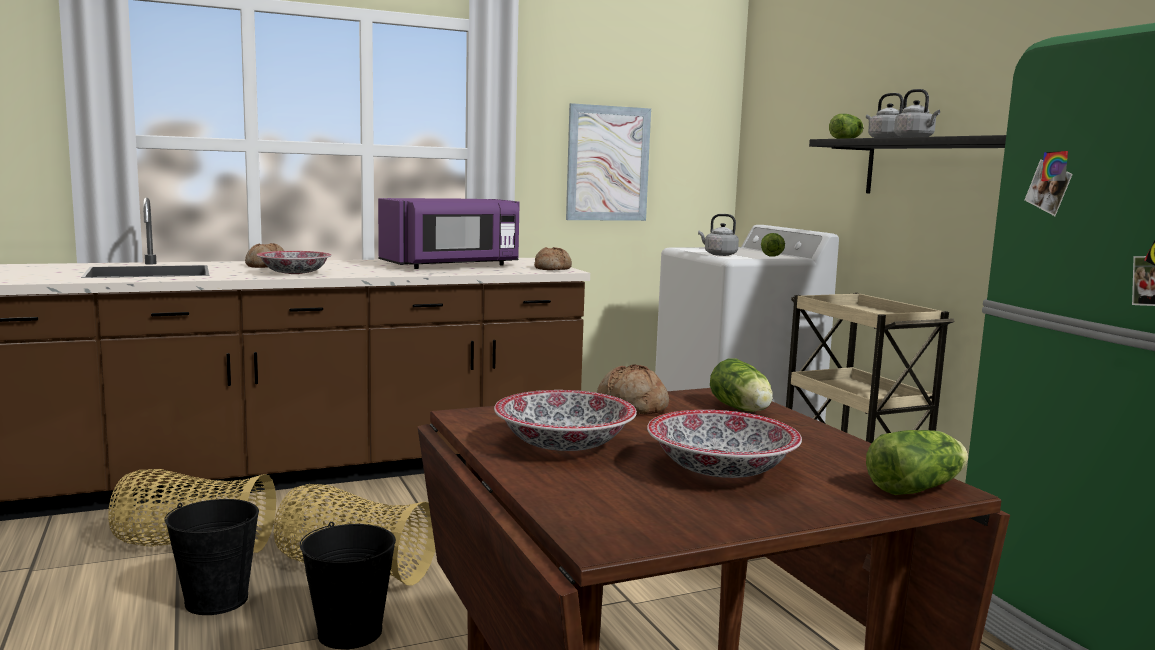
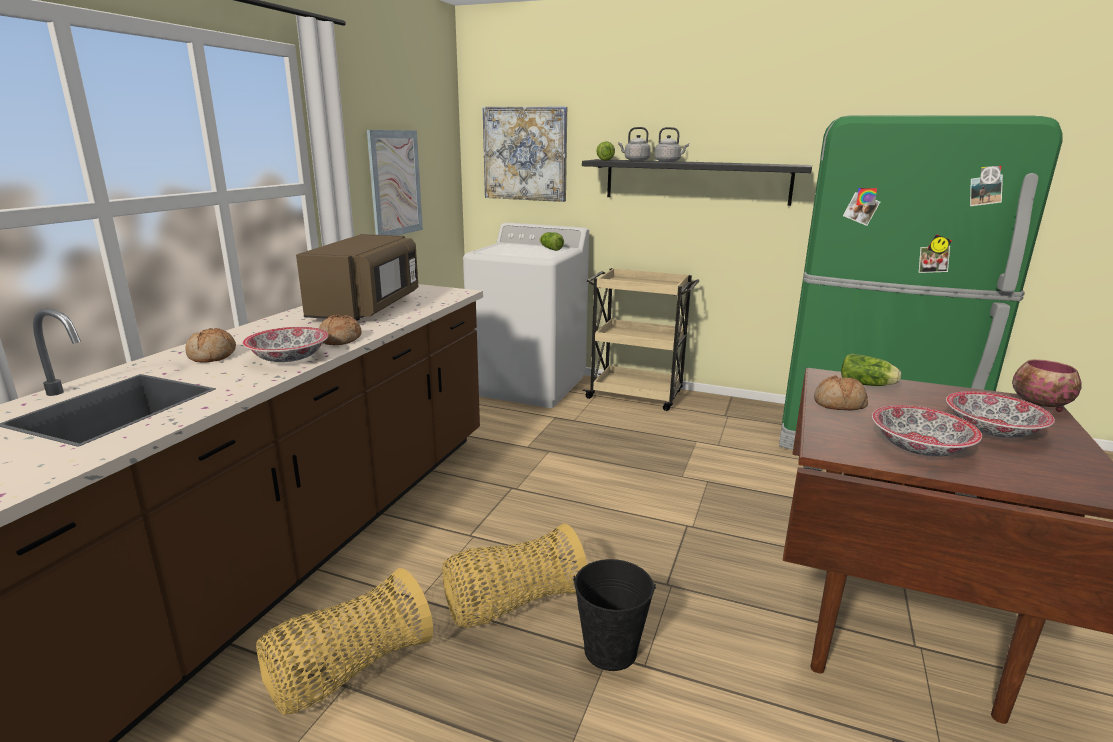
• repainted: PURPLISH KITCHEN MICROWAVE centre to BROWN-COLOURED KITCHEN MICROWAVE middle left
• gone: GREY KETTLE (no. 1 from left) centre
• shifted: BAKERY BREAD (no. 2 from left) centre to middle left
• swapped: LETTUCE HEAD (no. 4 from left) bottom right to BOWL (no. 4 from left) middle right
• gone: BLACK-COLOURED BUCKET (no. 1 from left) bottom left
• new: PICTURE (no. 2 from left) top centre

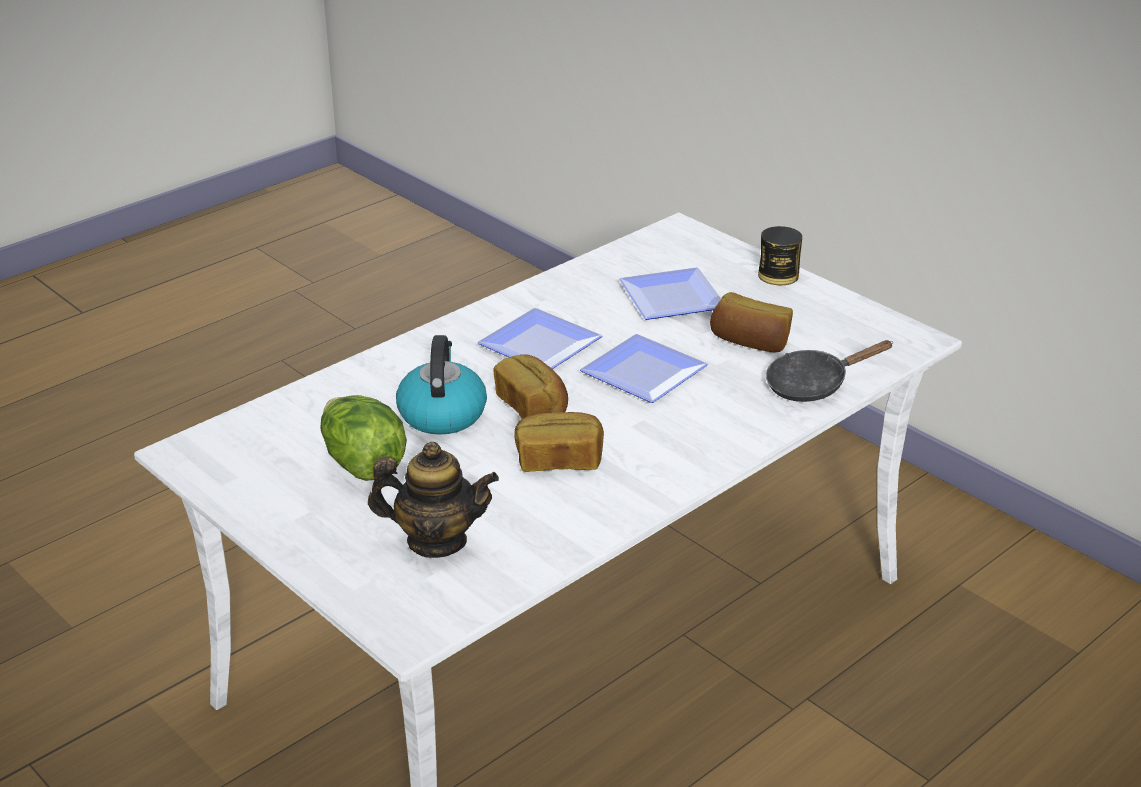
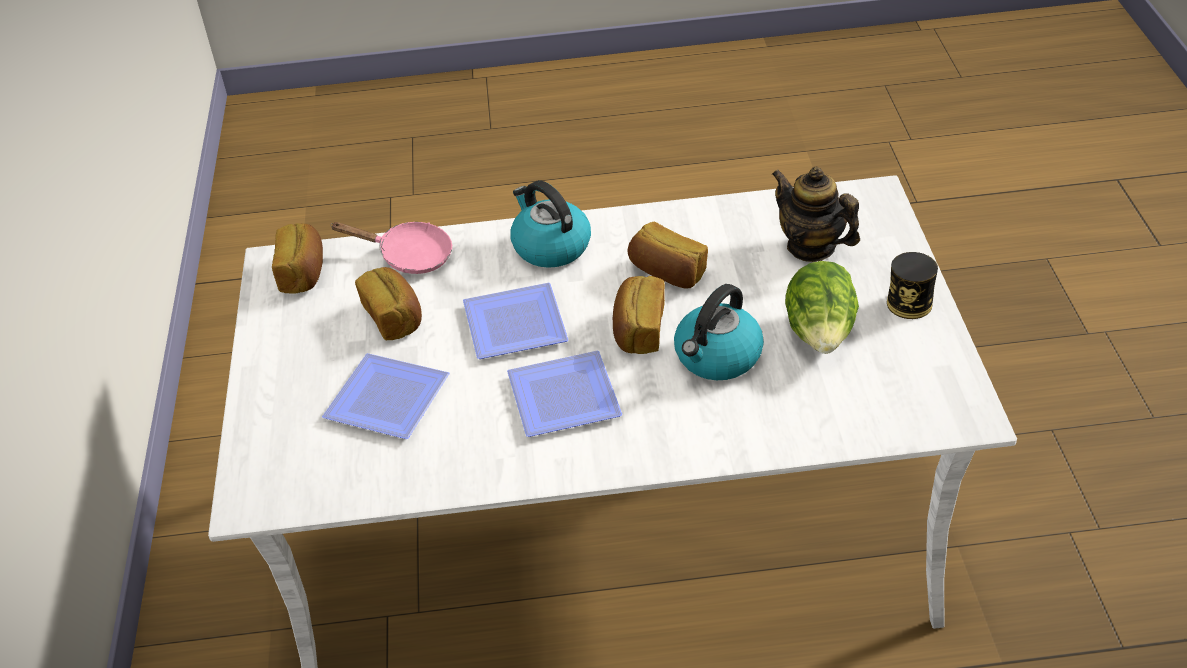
• shifted: SEALED CAN top right to middle right
• repainted: BLACK-COLOURED PAN middle right to PINKISH PAN middle left
• new: KETTLE (no. 1 from left) centre
• new: BAKERY BREAD (no. 1 from left) middle left

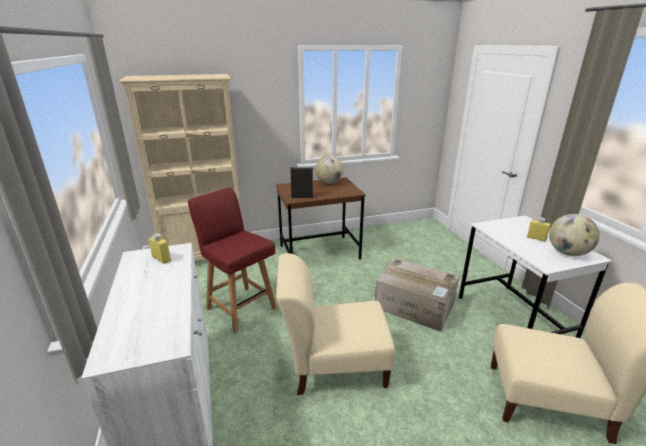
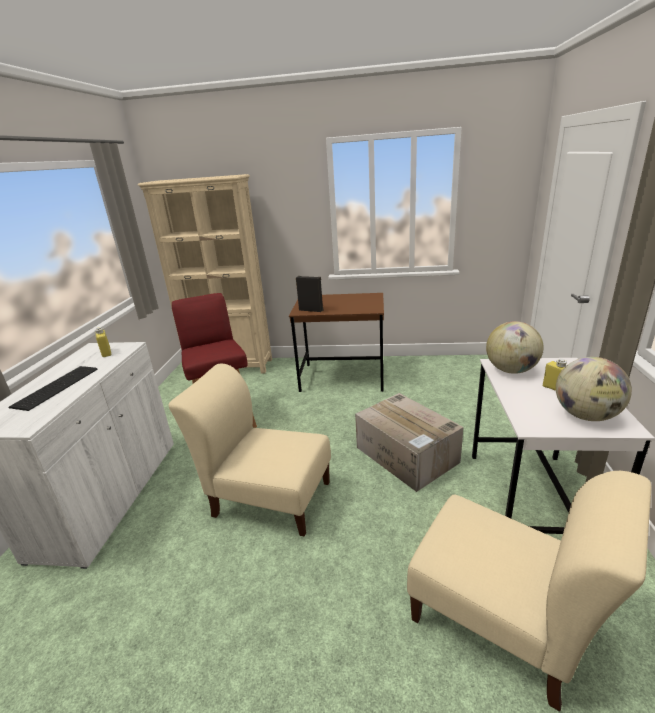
• shifted: GLOBE (no. 1 from left) centre to middle right
• new: KEYBOARD middle left

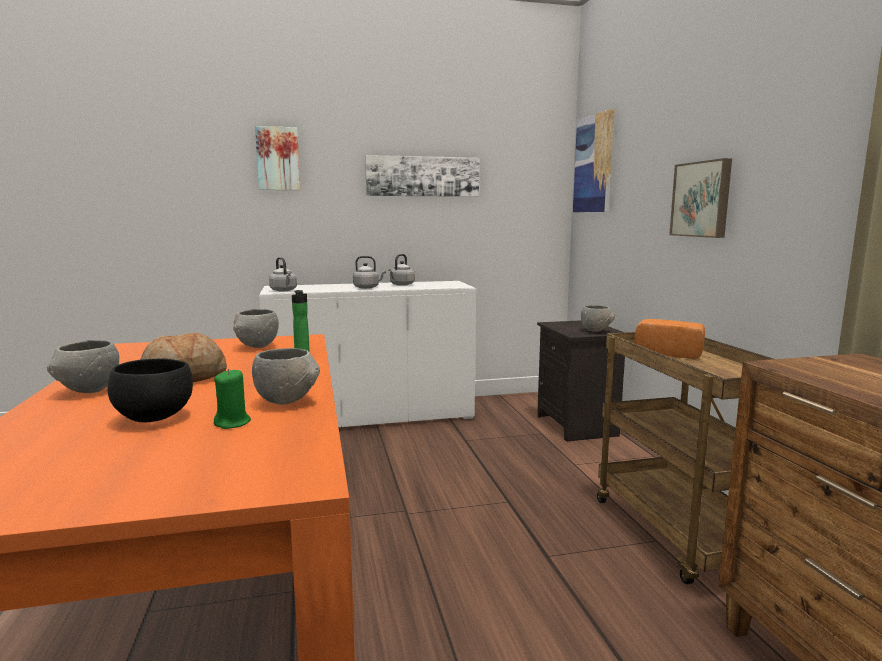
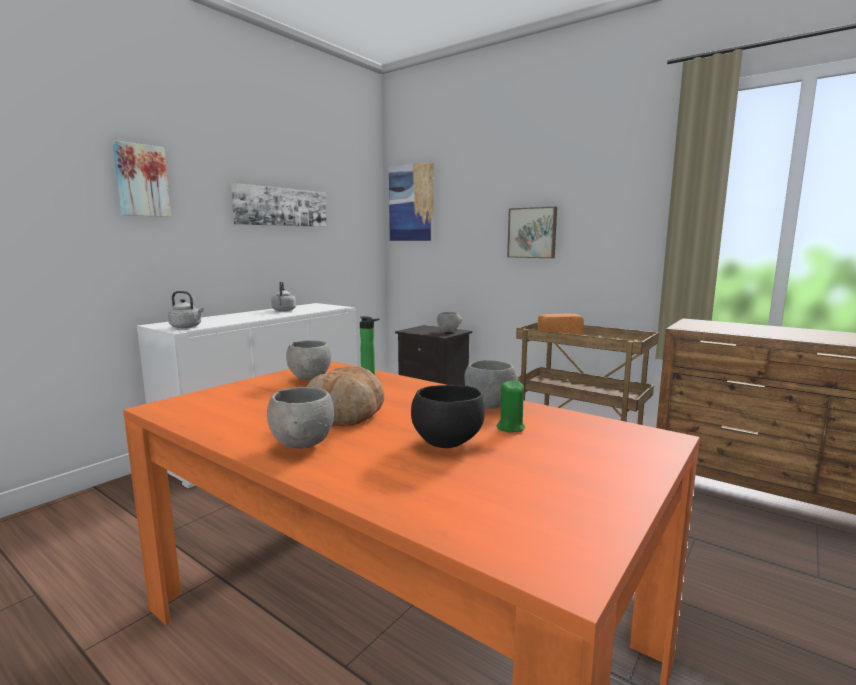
• gone: GREY KETTLE (no. 2 from left) centre

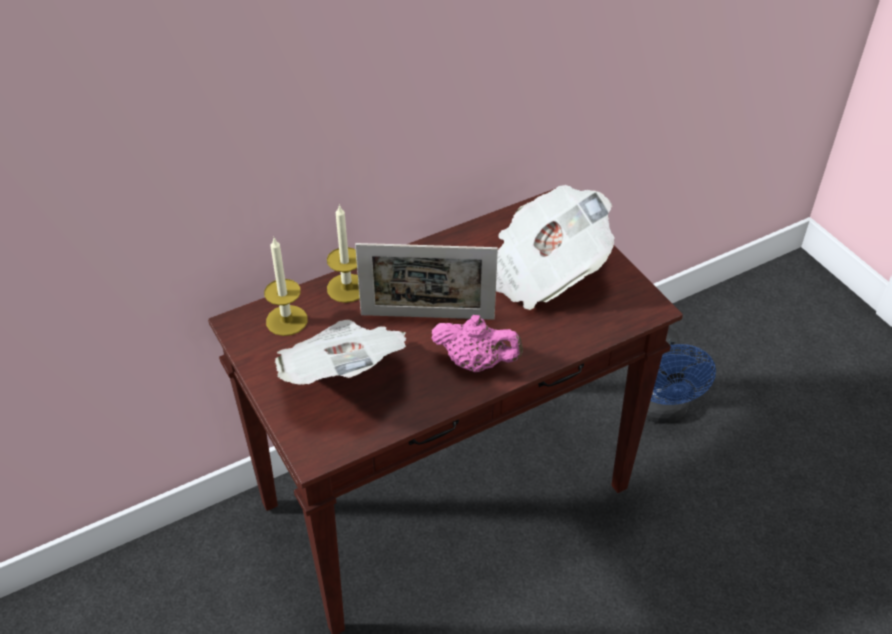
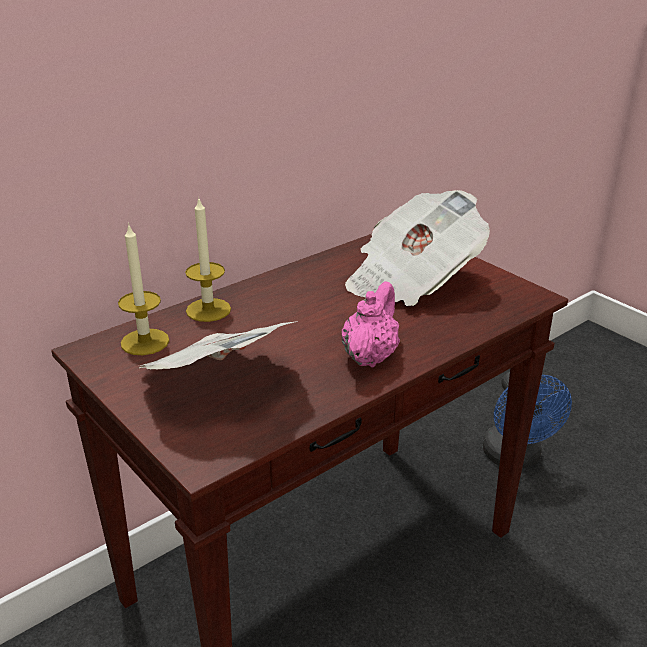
• gone: PHOTO FRAME centre
• rotated: PINKISH POT FOR TEA centre = centre 75 degrees counterclockwise

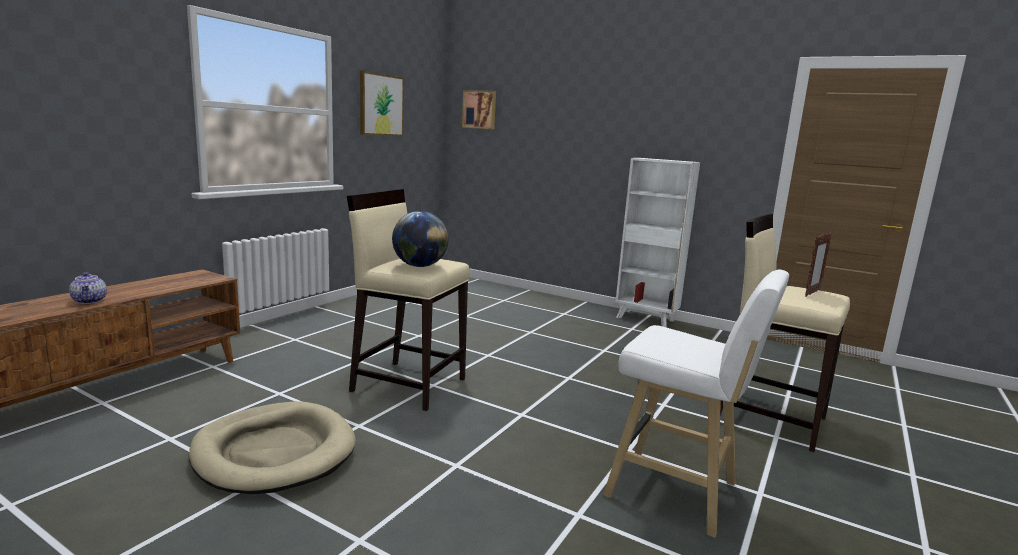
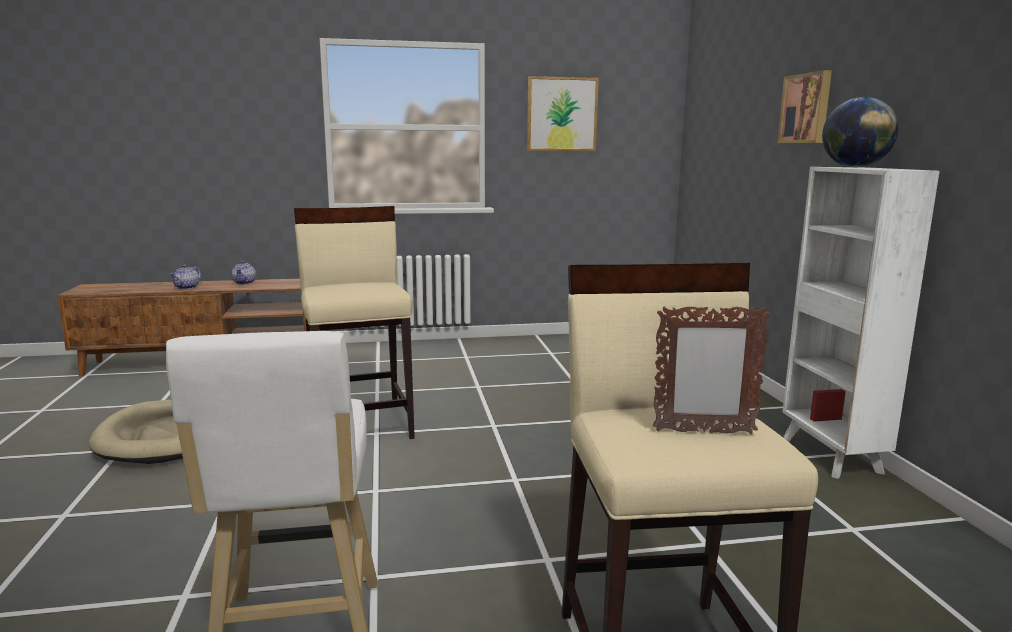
• shifted: PICTURE (no. 2 from left) top centre to top right
• shifted: GLOBE centre to top right
• new: POT FOR TEA (no. 2 from left) middle left

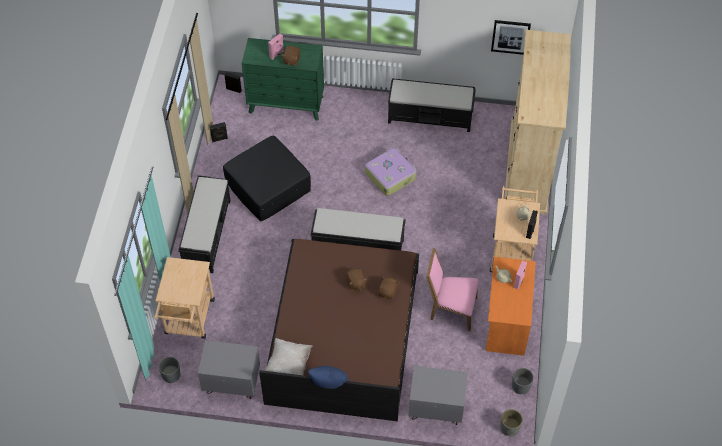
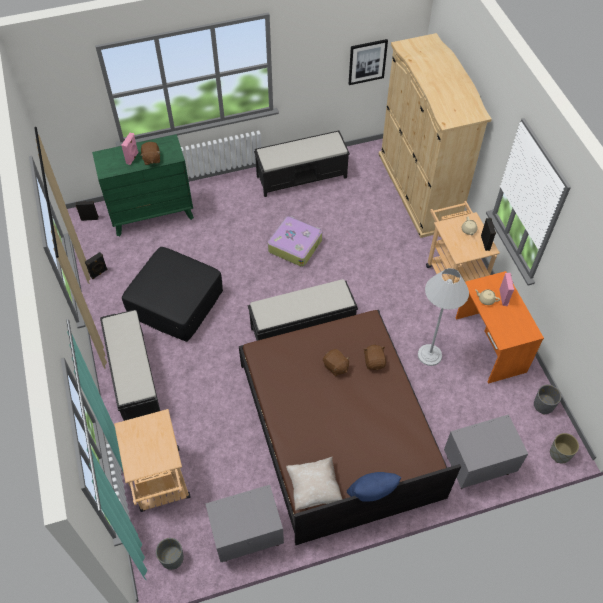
• swapped: PINKISH CHAIR centre to WHITE-COLOURED FLOOR LAMP middle right

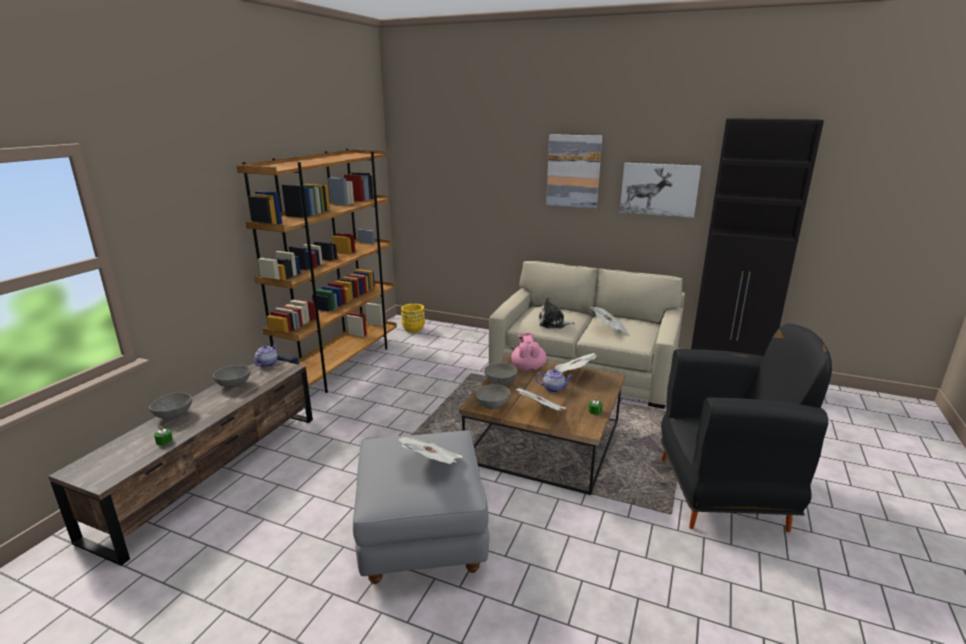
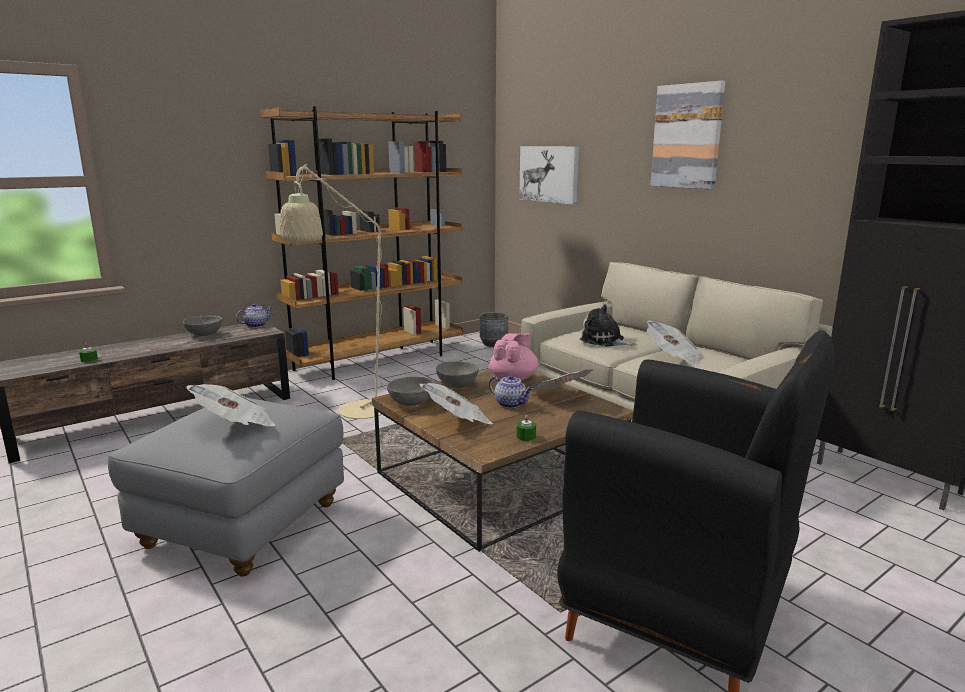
• shifted: PICTURE (no. 2 from left in the first image) top right to PICTURE (no. 1 from left) top centre
• repainted: YELLOWISH PLANT POT centre to GREY PLANT POT centre
• gone: GREY BOWL (no. 1 from left) middle left
• new: SAND-COLOURED FLOOR LAMP centre

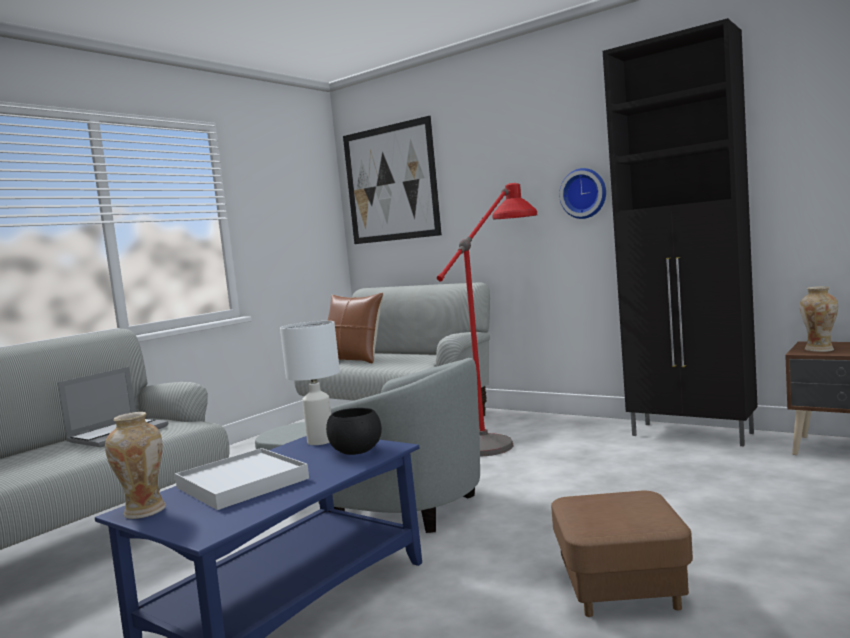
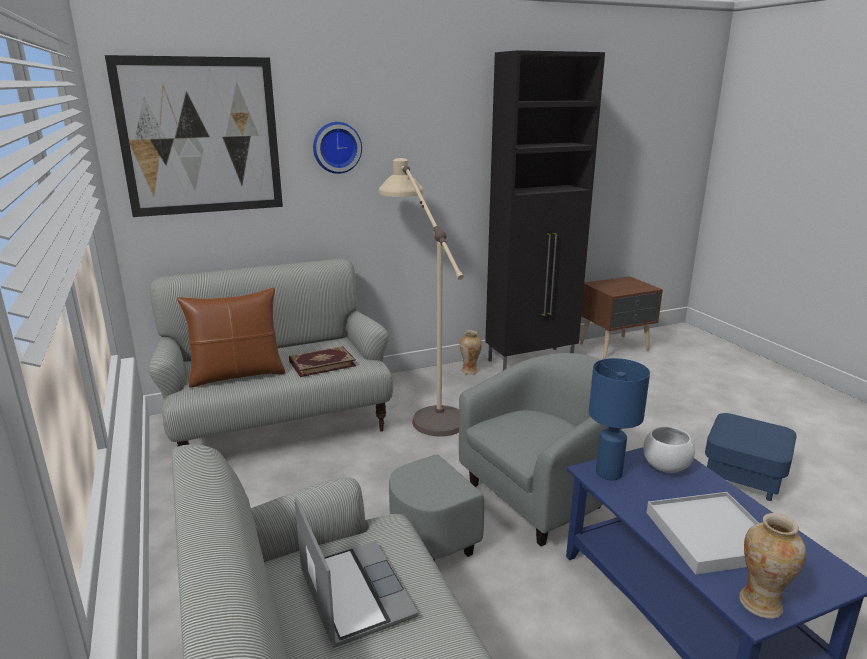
• shifted: WALL CLOCK top right to top centre
• repainted: RED-COLOURED FLOOR LAMP centre to SAND-COLOURED FLOOR LAMP centre
• shifted: VASE (no. 2 from left in the first image) middle right to VASE (no. 1 from left) centre
• repainted: WHITE-COLOURED LAMP FOR A TABLE centre to BLUISH LAMP FOR A TABLE middle right
• repainted: BLACK-COLOURED BOWL bottom centre to WHITE-COLOURED BOWL bottom right
• repainted: BROWN-COLOURED POUFFE bottom right to BLUISH POUFFE bottom right
• new: VOLUME centre

